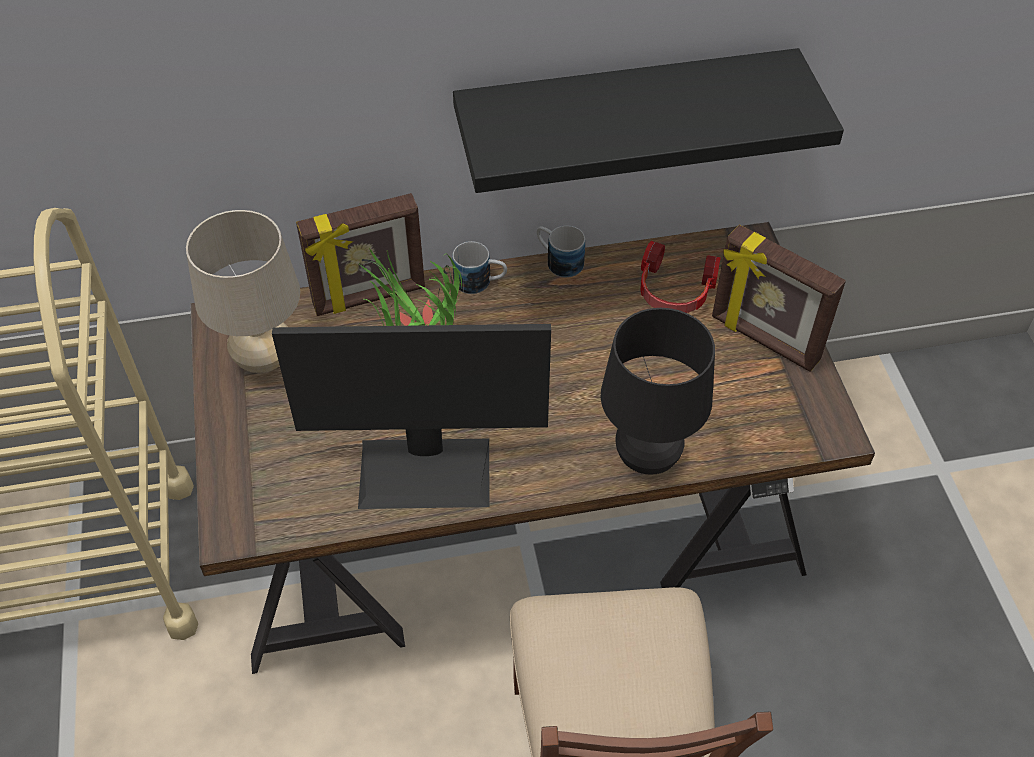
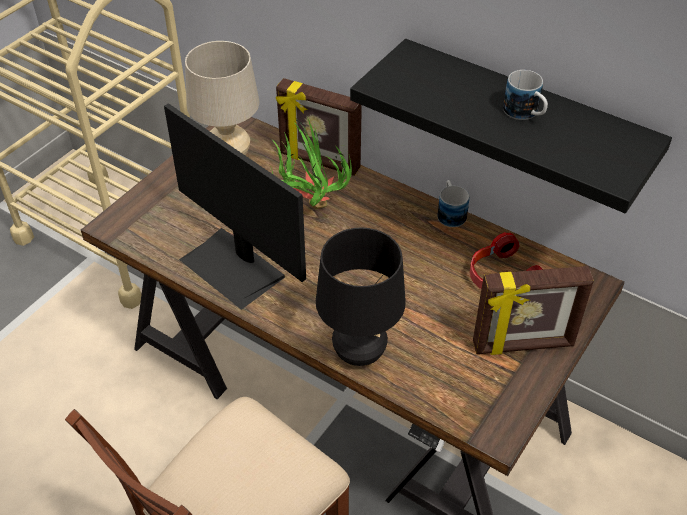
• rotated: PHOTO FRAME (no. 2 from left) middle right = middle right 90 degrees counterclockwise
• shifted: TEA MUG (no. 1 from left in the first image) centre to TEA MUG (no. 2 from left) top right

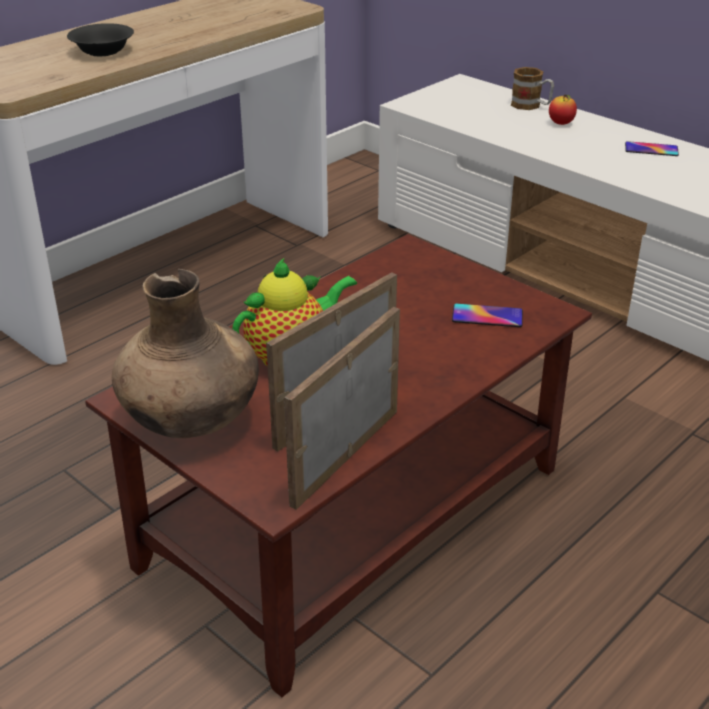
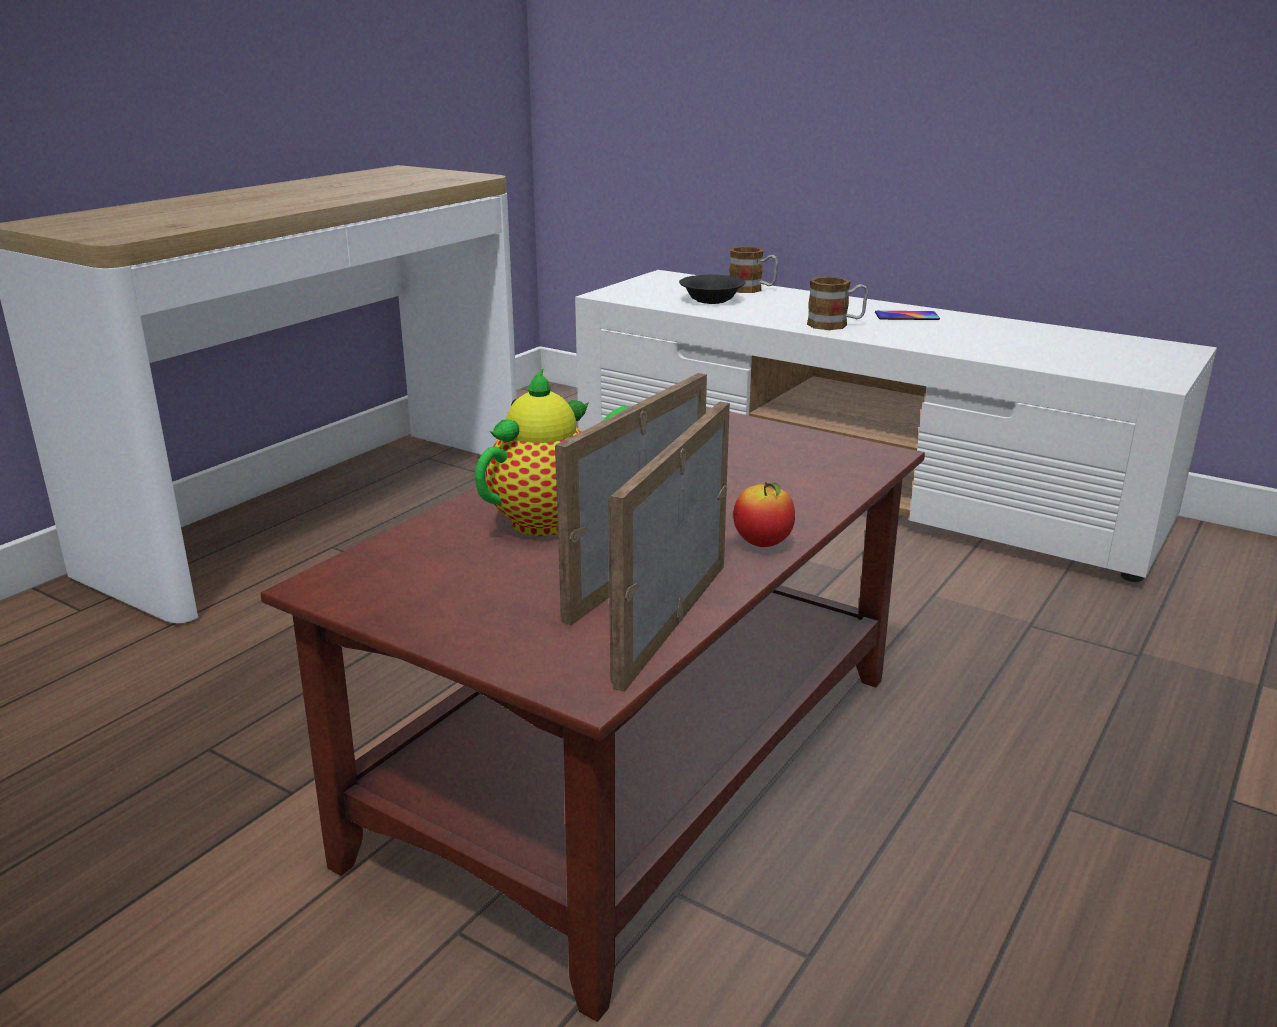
• shifted: BLACK-COLOURED BOWL top left to top centre
• shifted: WHOLE APPLE top right to centre
• gone: BROWN-COLOURED VASE middle left
• gone: PHONE (no. 1 from left) middle right
• new: TEA MUG (no. 2 from left) top centre

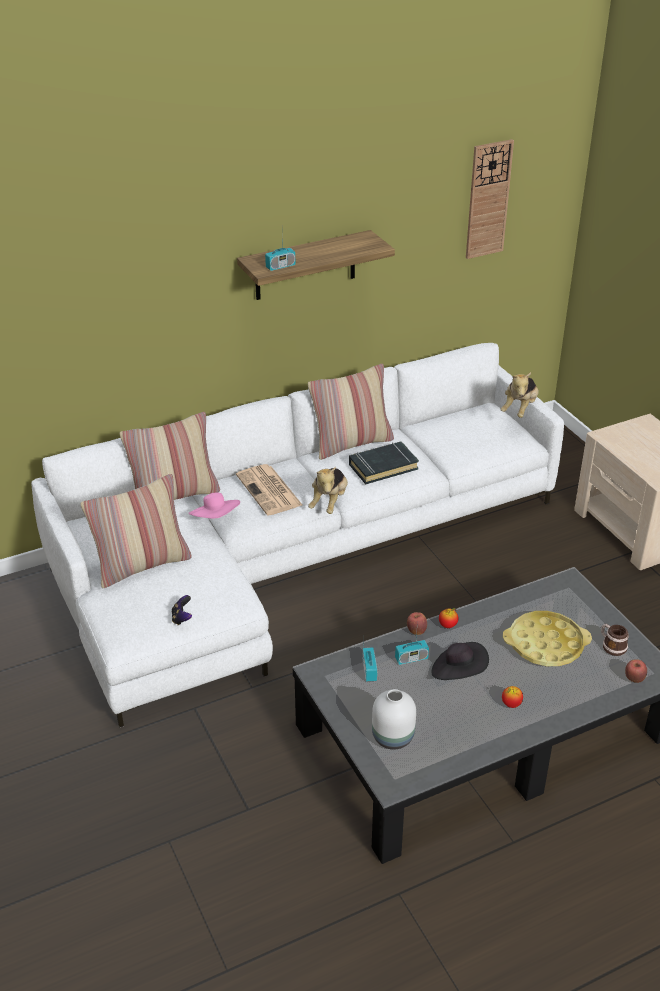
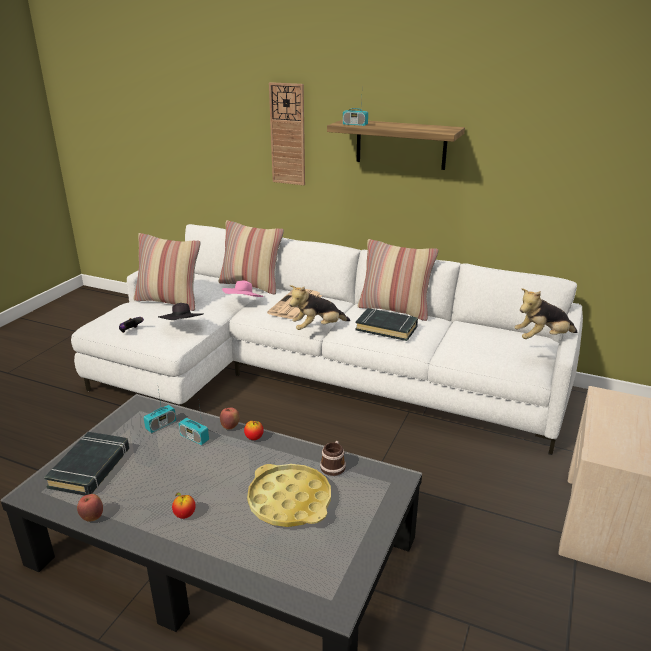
• shifted: WALL CLOCK top right to top centre
• shifted: TEA MUG middle right to bottom centre
• shifted: BLACK-COLOURED HAT bottom right to middle left
• shifted: WHOLE APPLE (no. 4 from left in the first image) bottom right to WHOLE APPLE (no. 1 from left) bottom left
• swapped: WHITE-COLOURED VASE bottom centre to BLACK-COLOURED VOLUME (no. 1 from left) bottom left

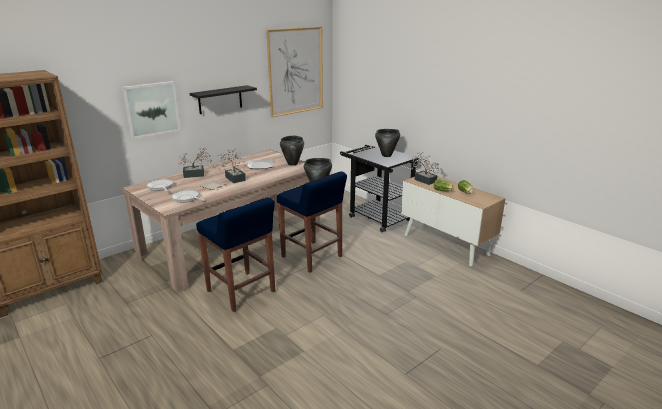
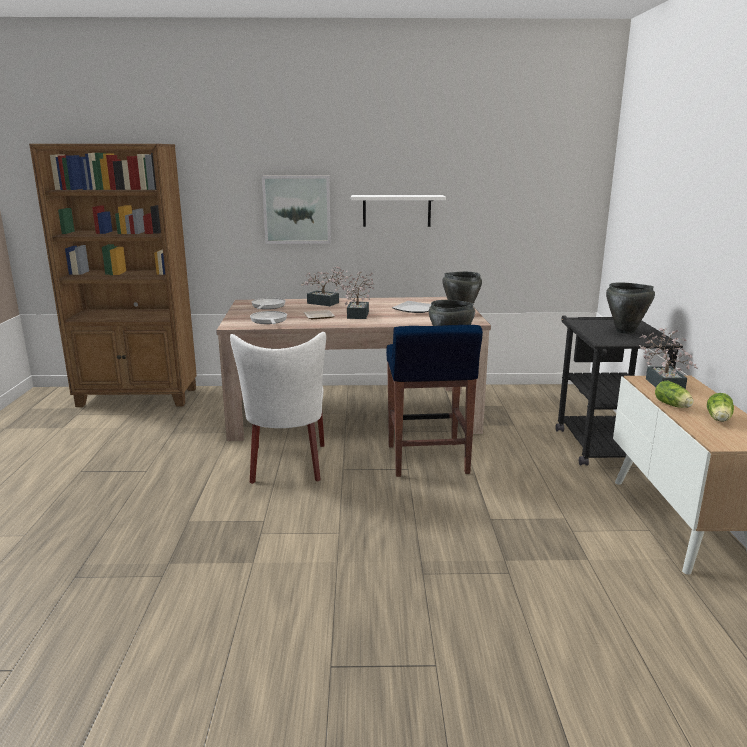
• gone: PICTURE (no. 2 from left) top centre
• repainted: BLACK-COLOURED SHELF top centre to WHITE-COLOURED SHELF top centre
• swapped: BLUISH STOOL SEAT (no. 1 from left) centre to WHITE-COLOURED CHAIR centre

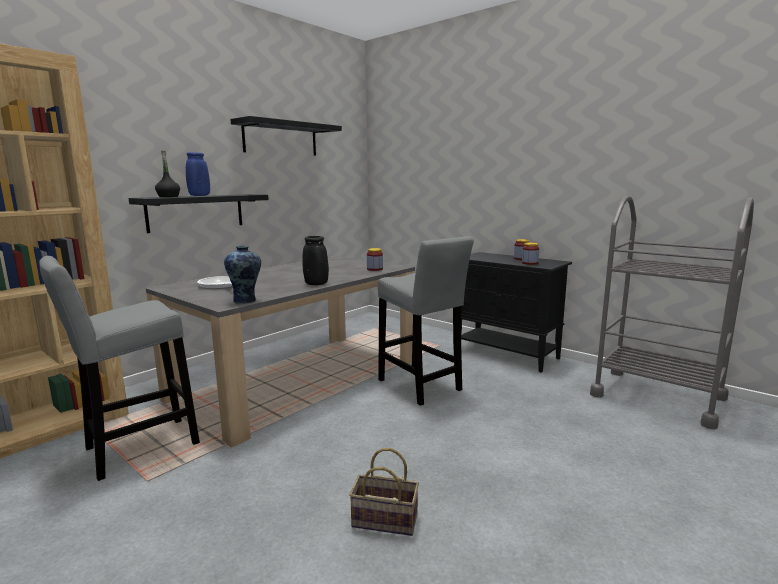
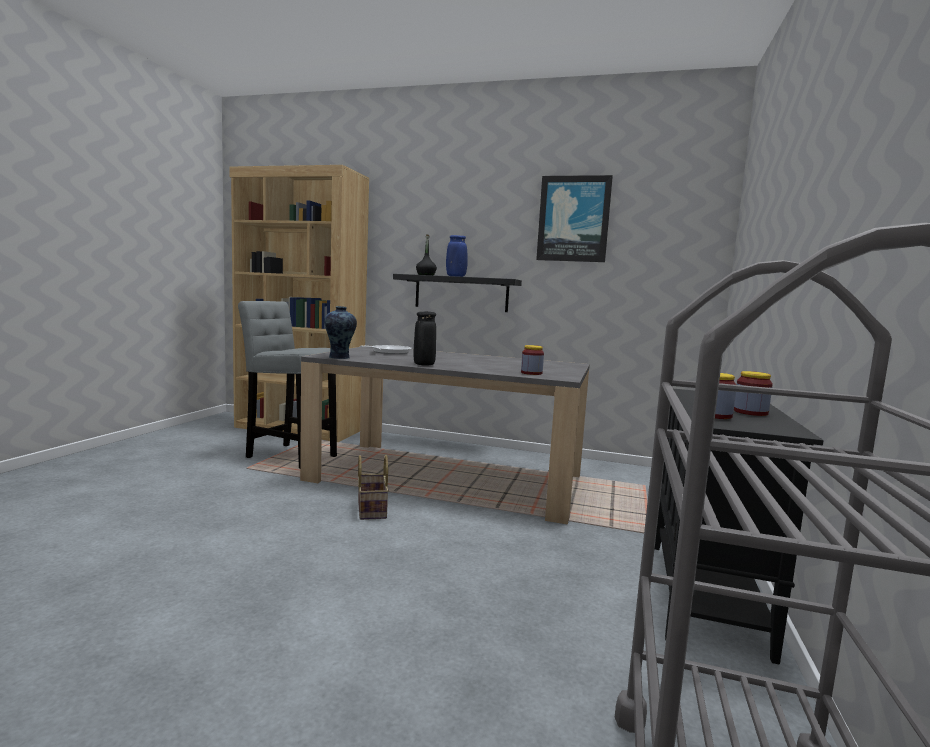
• swapped: BLACK-COLOURED SHELF (no. 2 from left) top centre to PICTURE top centre
• gone: GREY STOOL SEAT (no. 2 from left) centre
• shifted: HOUSEHOLD BASKET bottom centre to centre

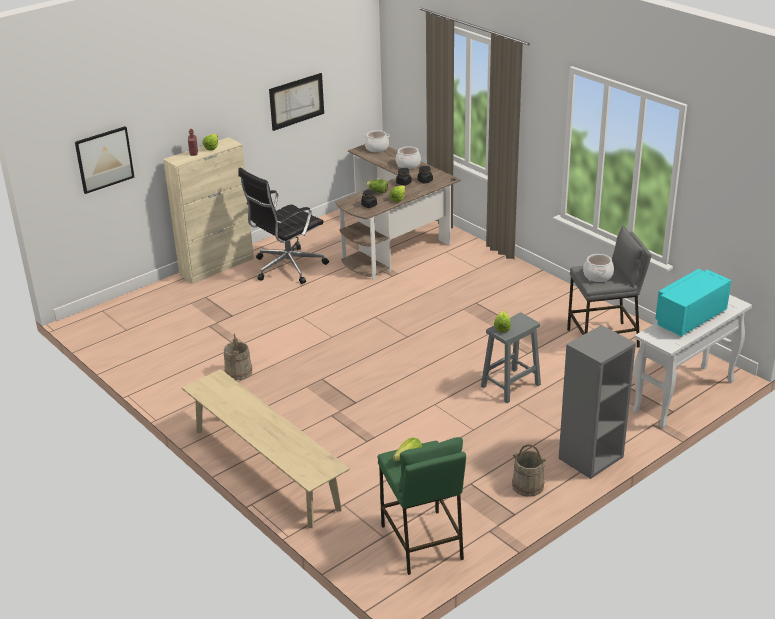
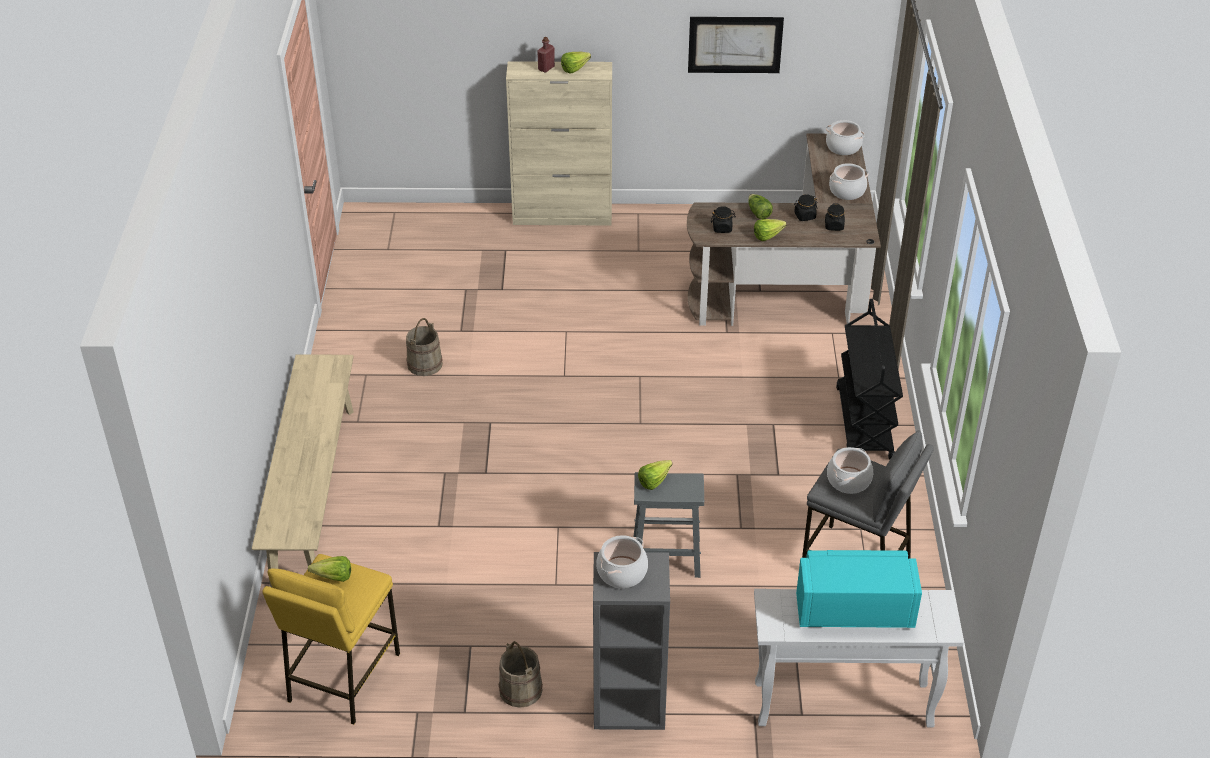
• gone: PICTURE (no. 1 from left) top left
• gone: BLACK-COLOURED DESK CHAIR centre
• repainted: GREEN-COLOURED STOOL SEAT bottom centre to YELLOWISH STOOL SEAT bottom left
• new: BLACK-COLOURED TROLLEY middle right
• new: STOCKPOT (no. 1 from left) bottom centre

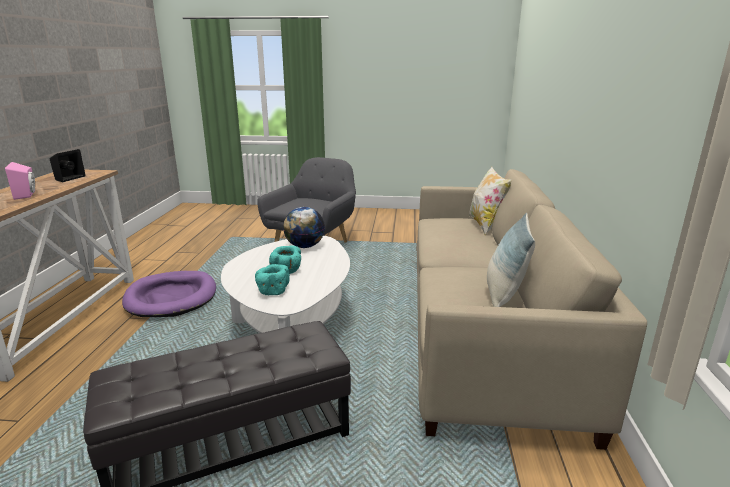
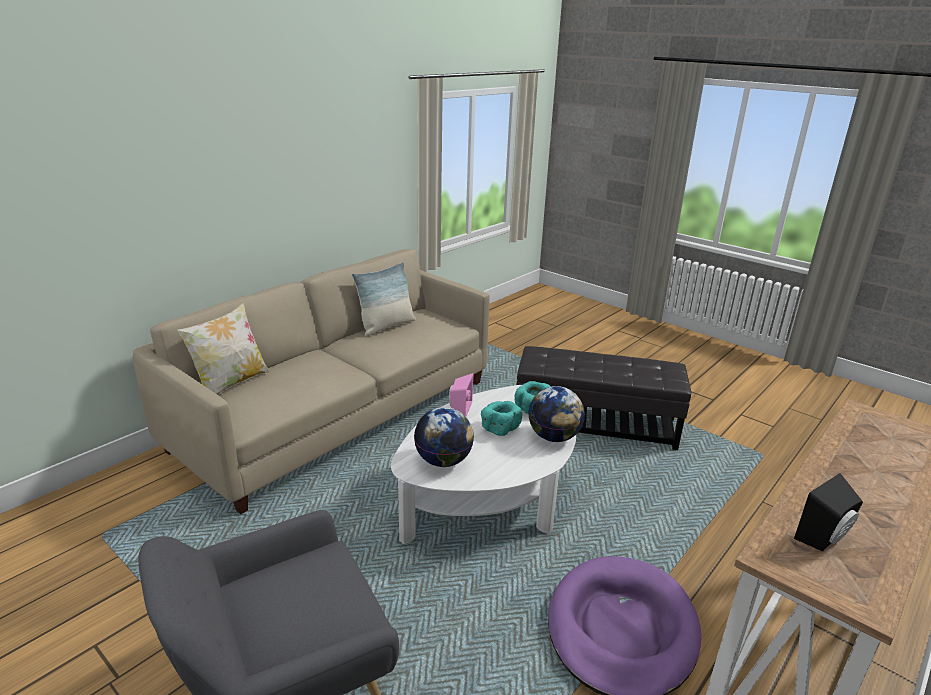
• shifted: PINKISH AUDIO SPEAKER middle left to centre
• new: GLOBE (no. 2 from left) centre

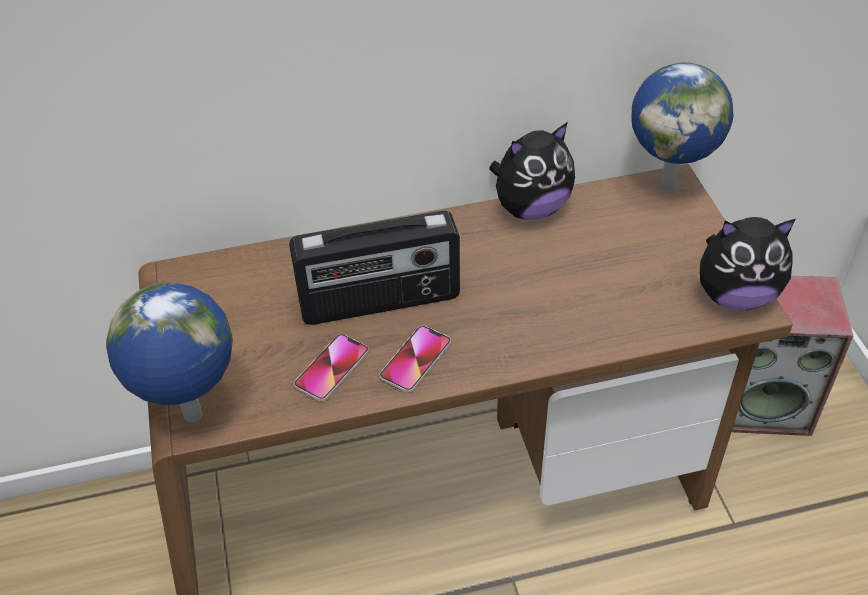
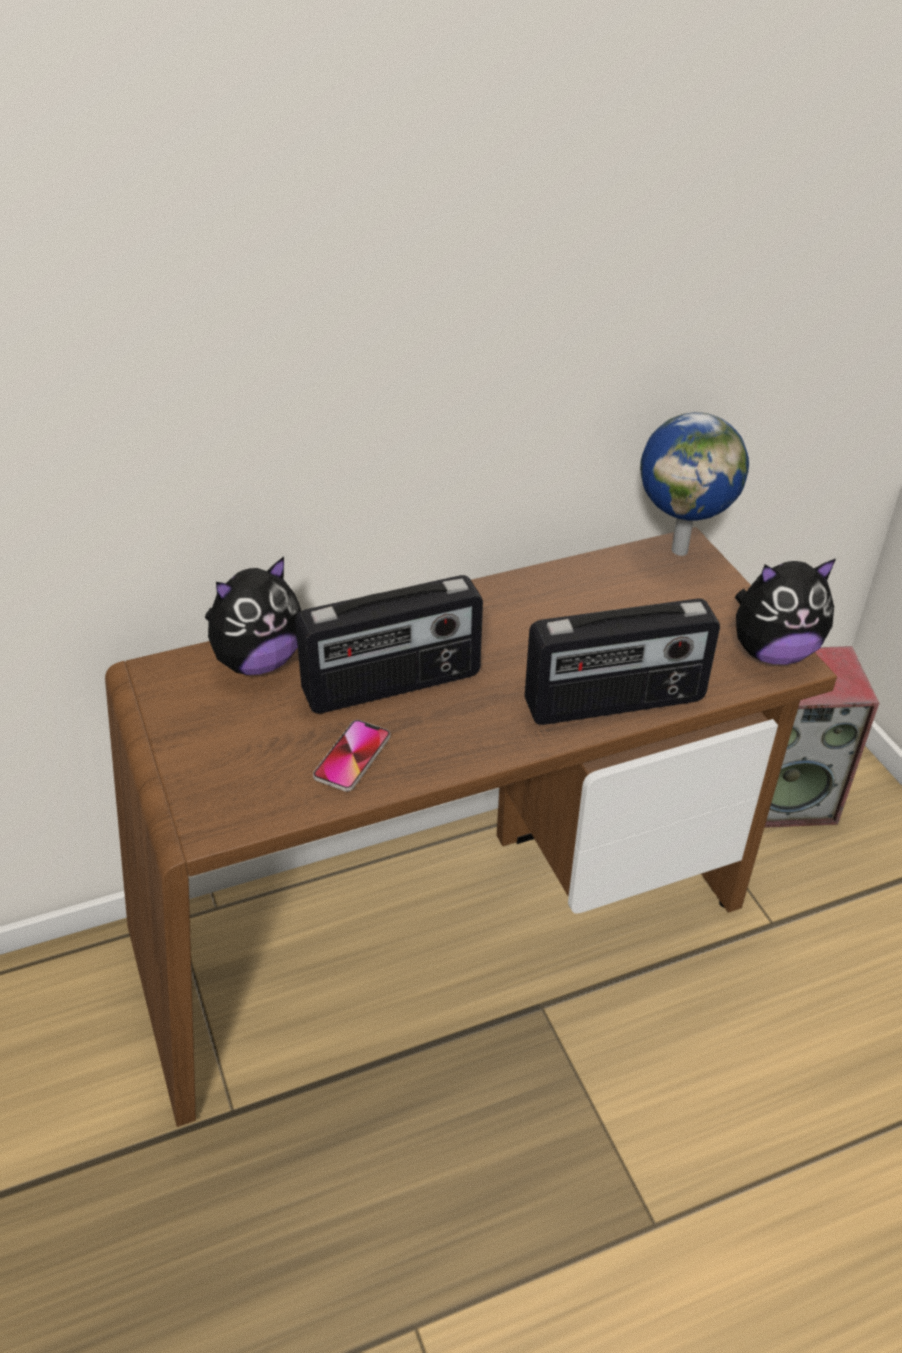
• shifted: PLUSH TOY (no. 1 from left) top centre to middle left
• gone: GLOBE (no. 1 from left) middle left
• gone: PHONE (no. 2 from left) centre
• new: RADIO SET (no. 2 from left) middle right

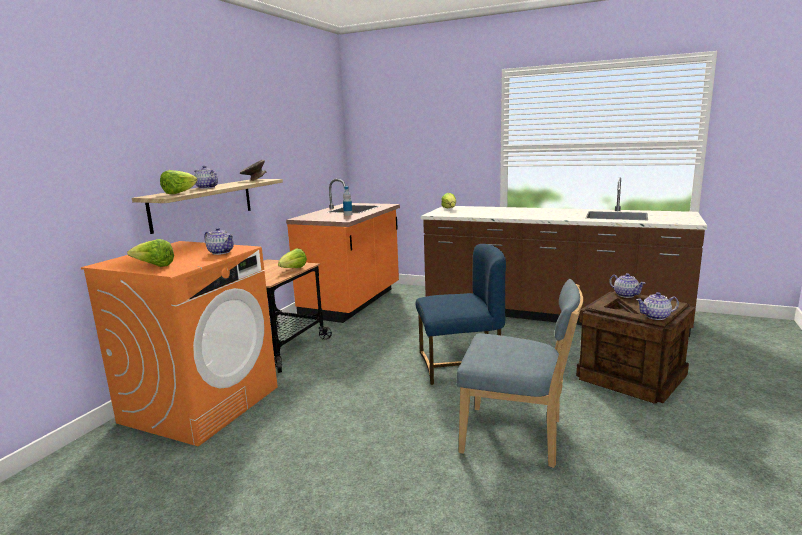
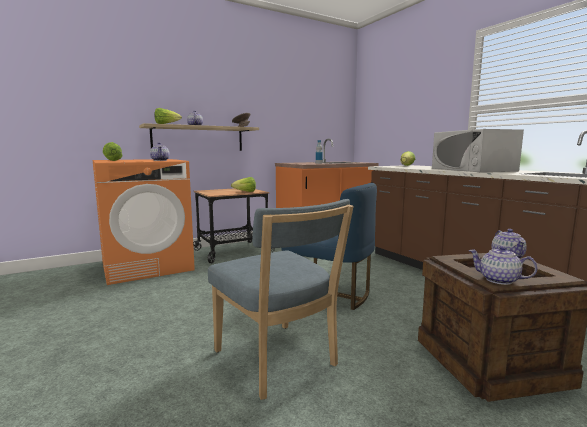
• new: WHITE-COLOURED KITCHEN MICROWAVE middle right

